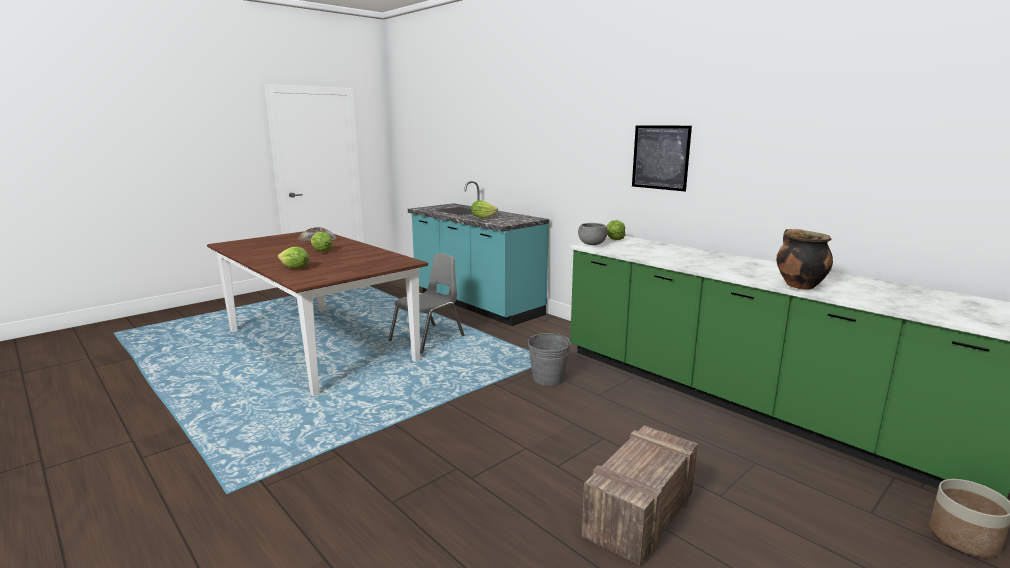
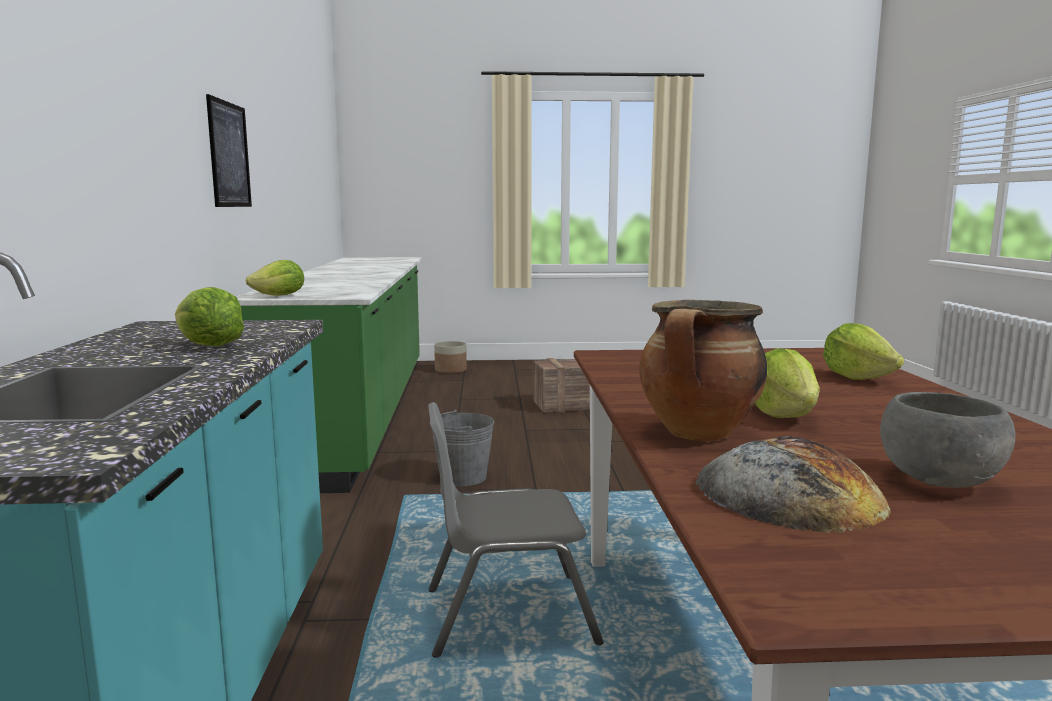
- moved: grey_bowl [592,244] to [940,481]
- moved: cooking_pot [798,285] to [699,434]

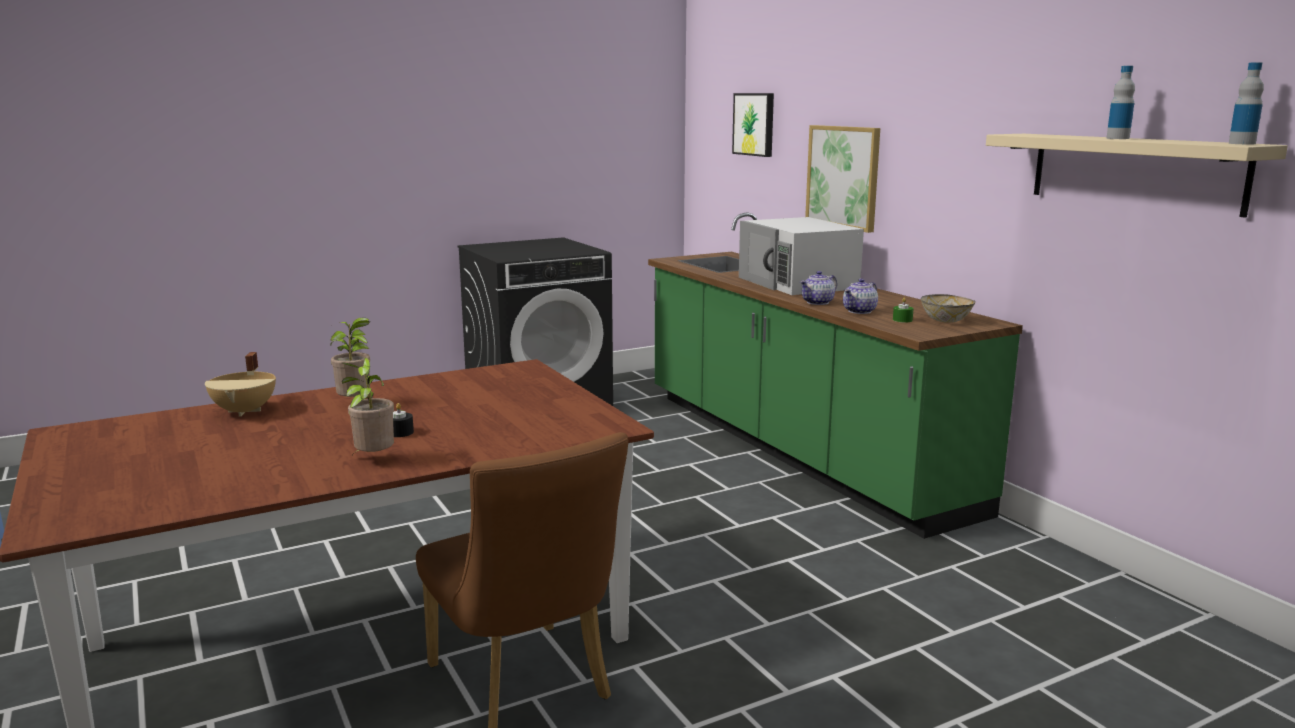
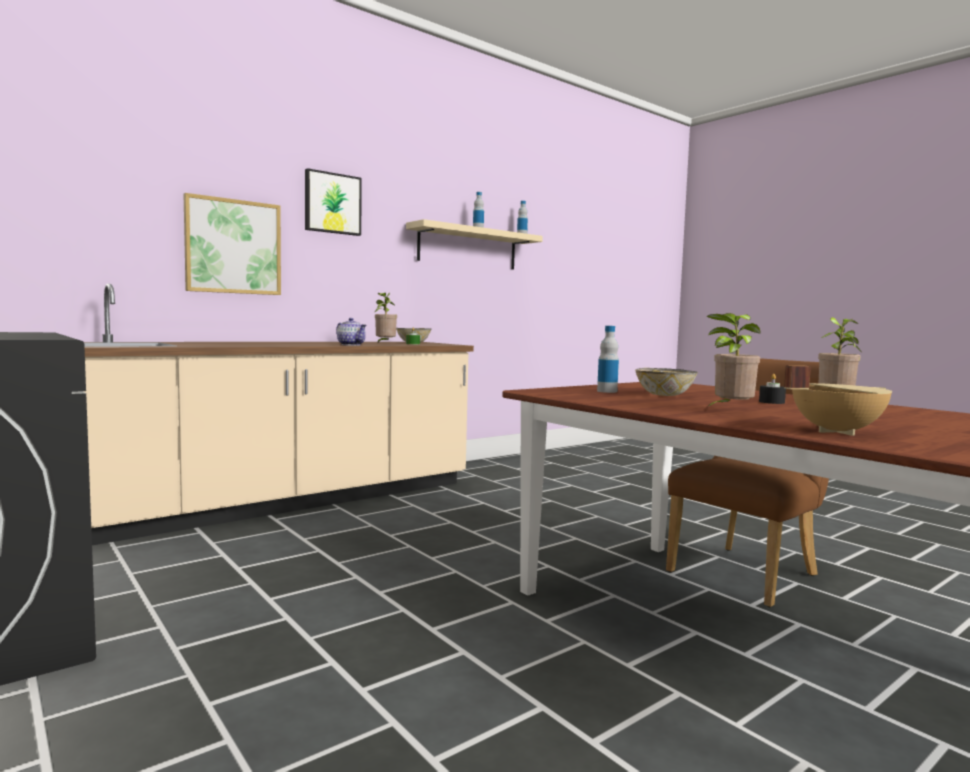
- moved: picture [755,124] to [332,203]
- recoloured: green_counter [796,450] to beige_counter [277,504]
- removed: white_microwave [798,283]
- replaced: teapot [860,311] to potted_plant [385,344]
- added: bottle [607,391]
- added: bowl [664,395]

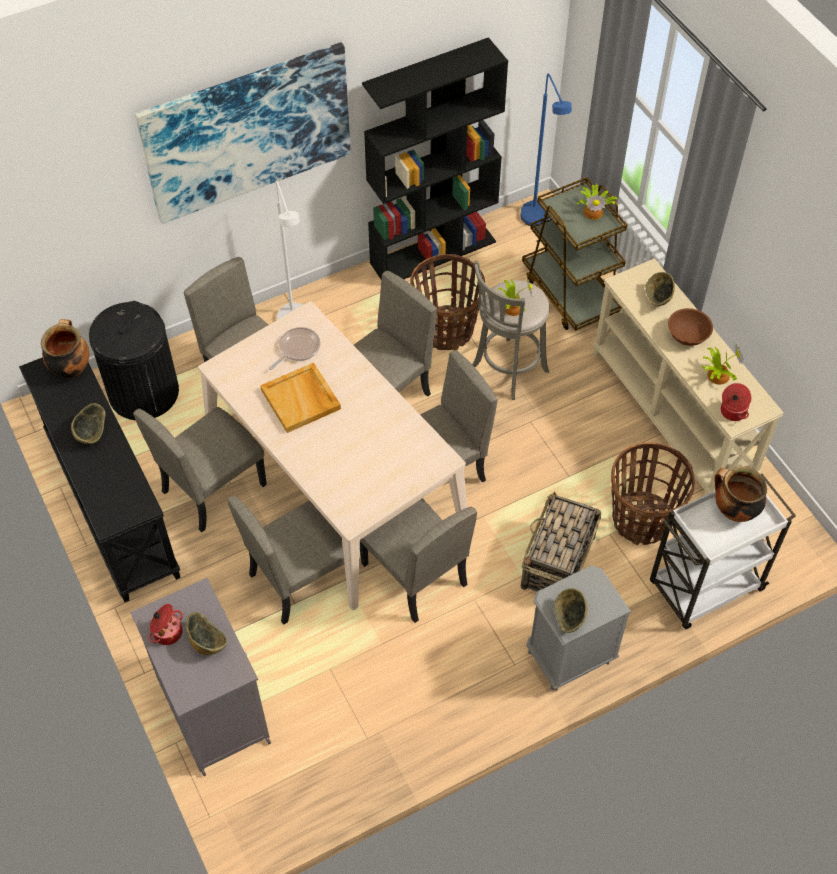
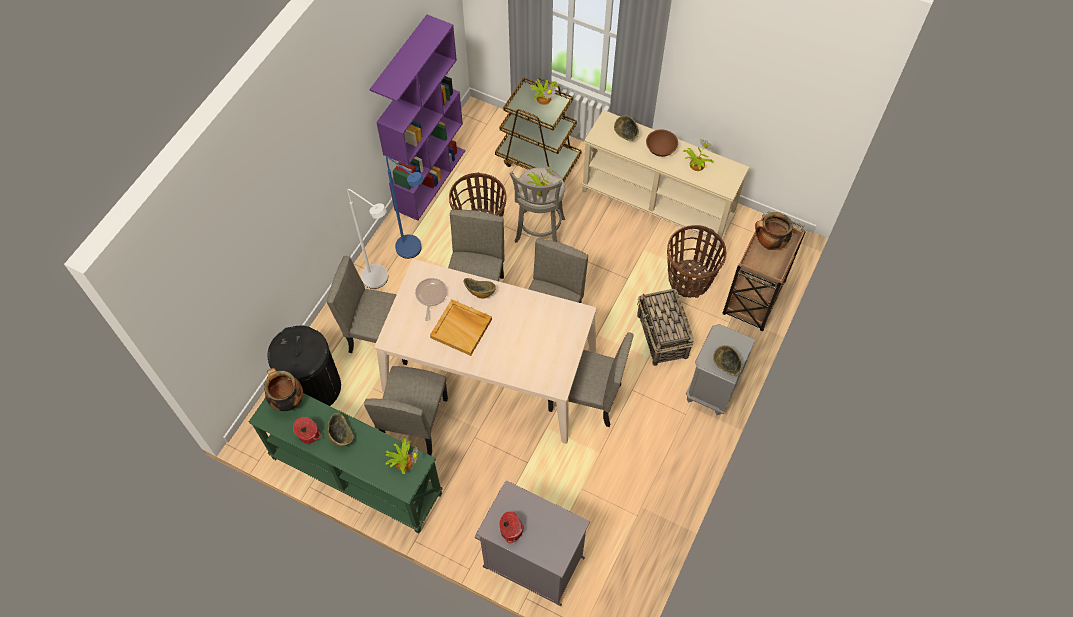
- recoloured: black_bookcase [433,251] to purple_bookcase [430,179]
- removed: picture [247,132]
- moved: blue_floor_lamp [539,222] to [414,251]
- recoloured: black_console_table [111,505] to green_console_table [355,476]
- moved: cooking_pot [732,411] to [308,435]
- recoloured: white_cart [704,587] to brown_cart [753,299]
- removed: beige_chair [302,577]
- moved: bowl [207,642] to [480,292]
- added: potted_plant [404,461]

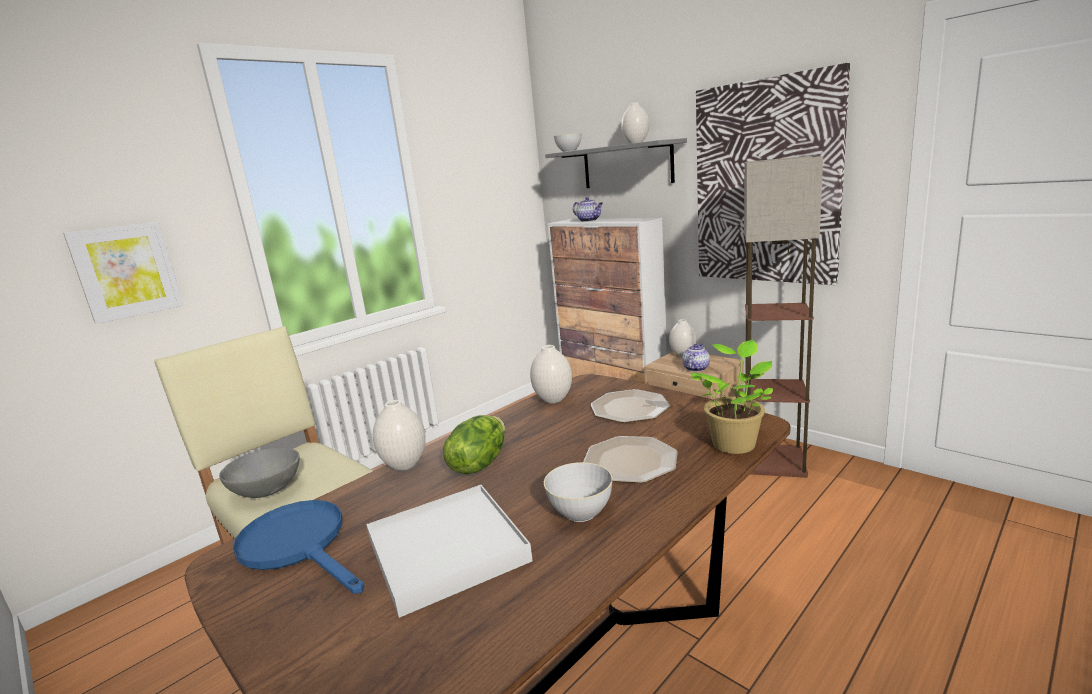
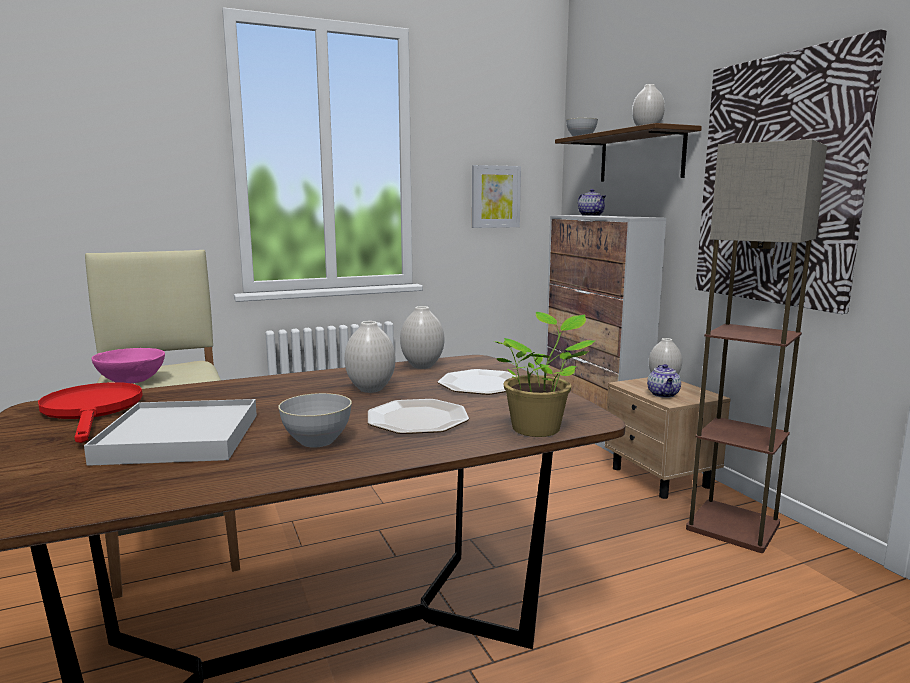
- recoloured: grey_shelf [627,165] to brown_shelf [641,157]
- moved: picture [126,271] to [495,196]
- turned: teapot [696,368] = [663,395] 135 degrees clockwise
- moved: white_vase [404,465] to [371,389]
- removed: lettuce [479,463]
- recoloured: grey_bowl [267,490] to pink_bowl [132,380]
- recoloured: blue_frying_pan [300,546] to red_frying_pan [92,411]

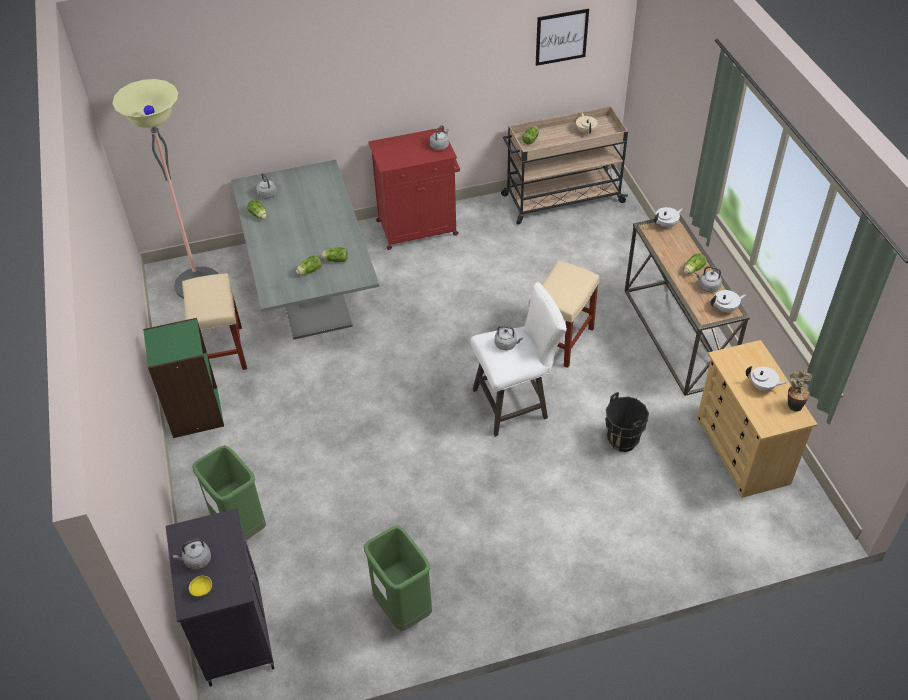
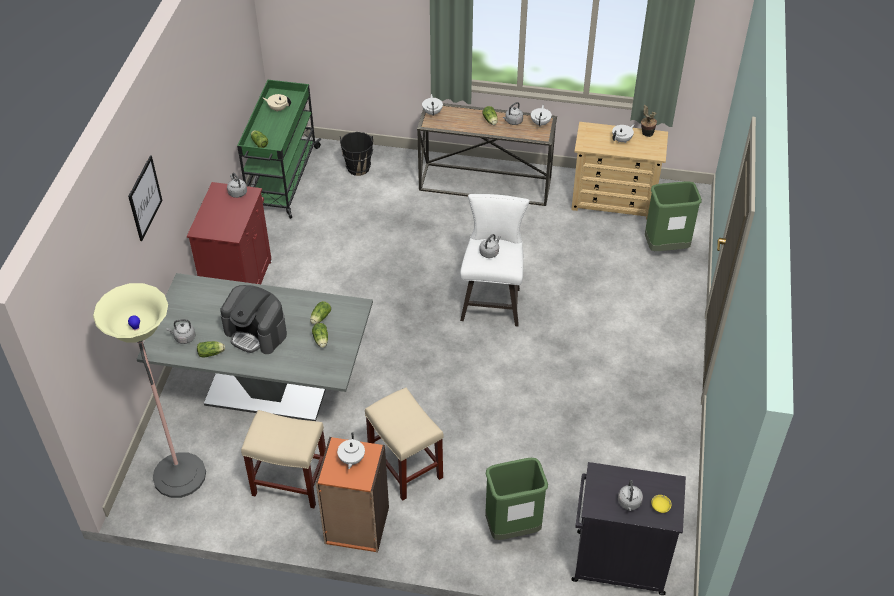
- moved: picture [561,37] to [145,198]
- recoloured: beige_cart [561,199] to green_cart [282,180]
- moved: beige_stool [560,340] to [406,467]
- recoloured: green_bookcase [194,412] to orange_bookcase [356,526]
- moved: black_bucket [623,440] to [358,168]
- moved: green_trash_can [403,608] to [666,247]
- added: coffee_machine [256,333]
- added: white_teapot [351,459]

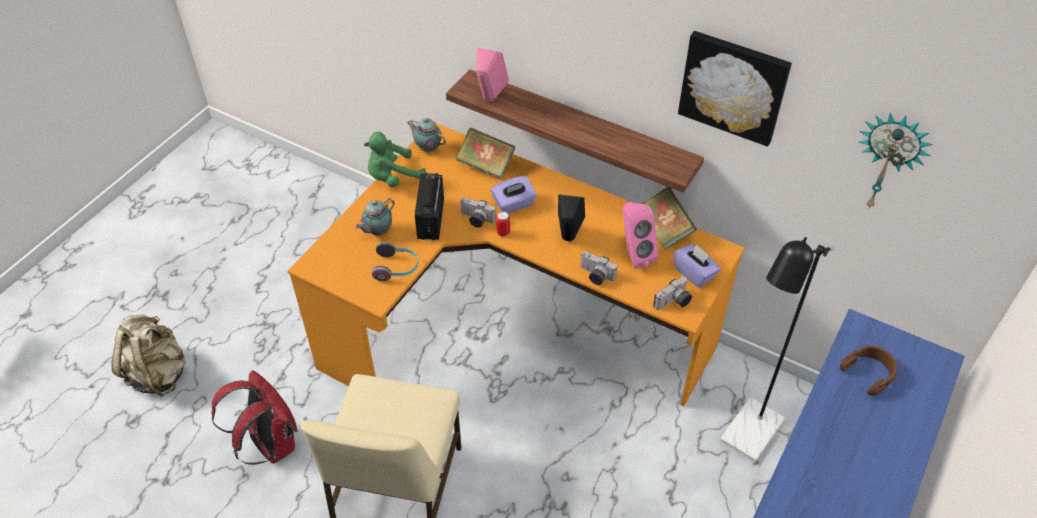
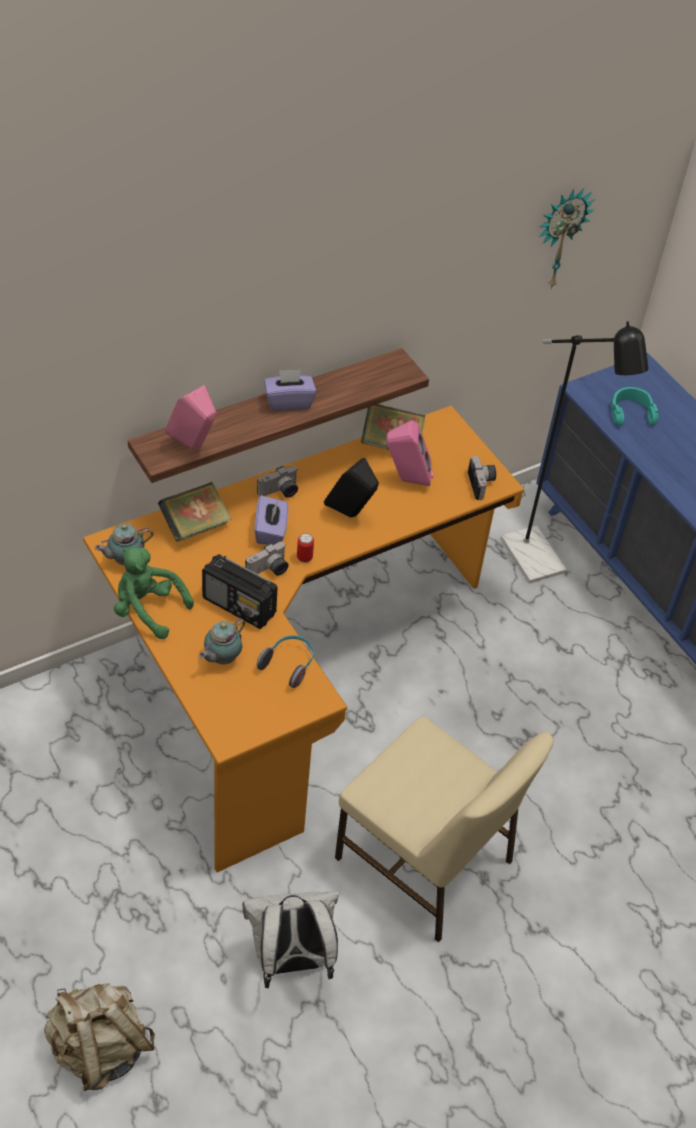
- removed: picture [733,86]
- turned: green_plush_toy [393,177] = [147,609] 120 degrees clockwise
- turned: teapot [377,231] = [221,658] 60 degrees clockwise
- moved: purple_tissue_box [694,273] to [289,402]
- moved: photo_camera [595,276] to [280,492]
- recoloured: brown_headphones [869,373] to turquoise_headphones [631,413]
- recoloured: red_backpack [269,444] to white_backpack [291,961]

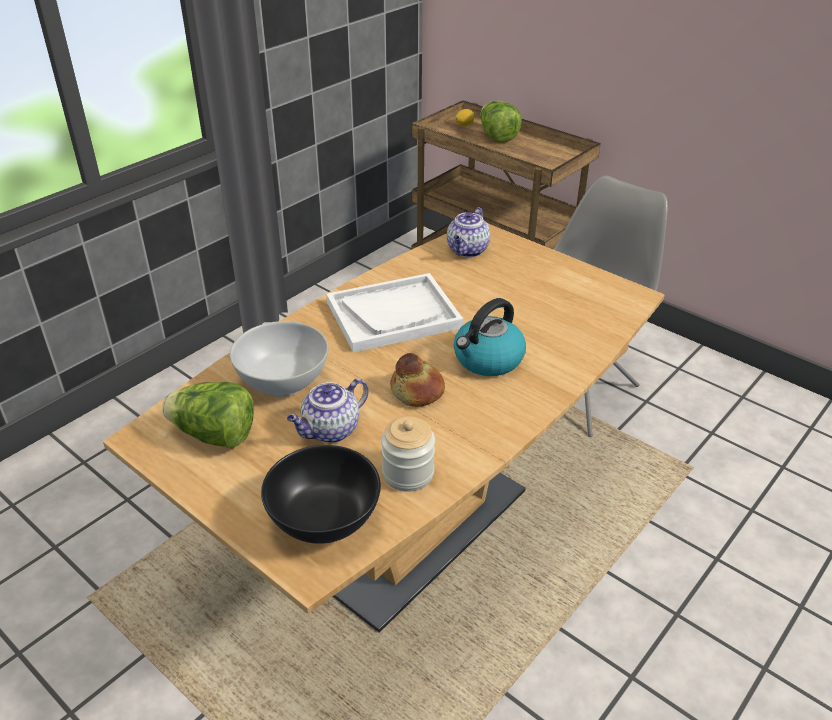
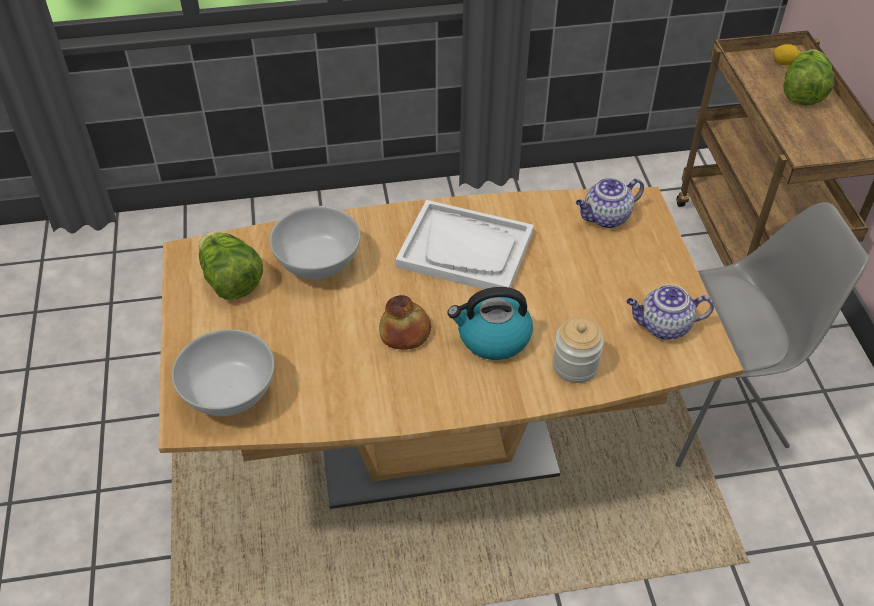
- moved: teapot [330,431] to [663,326]
- moved: jar [408,473] to [575,365]
- recoloured: black_bowl [324,522] to white_bowl [229,395]

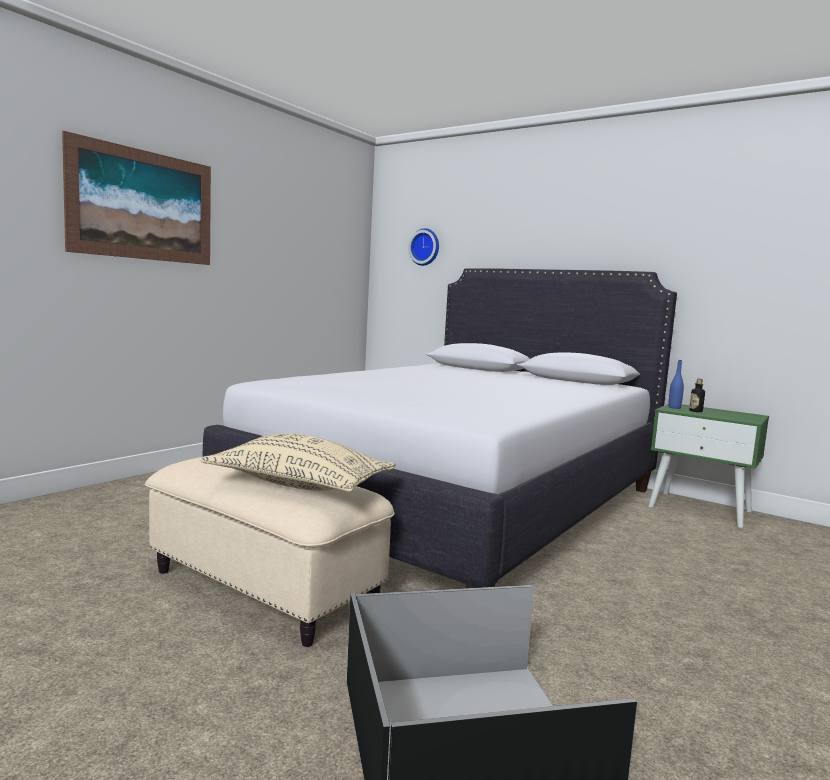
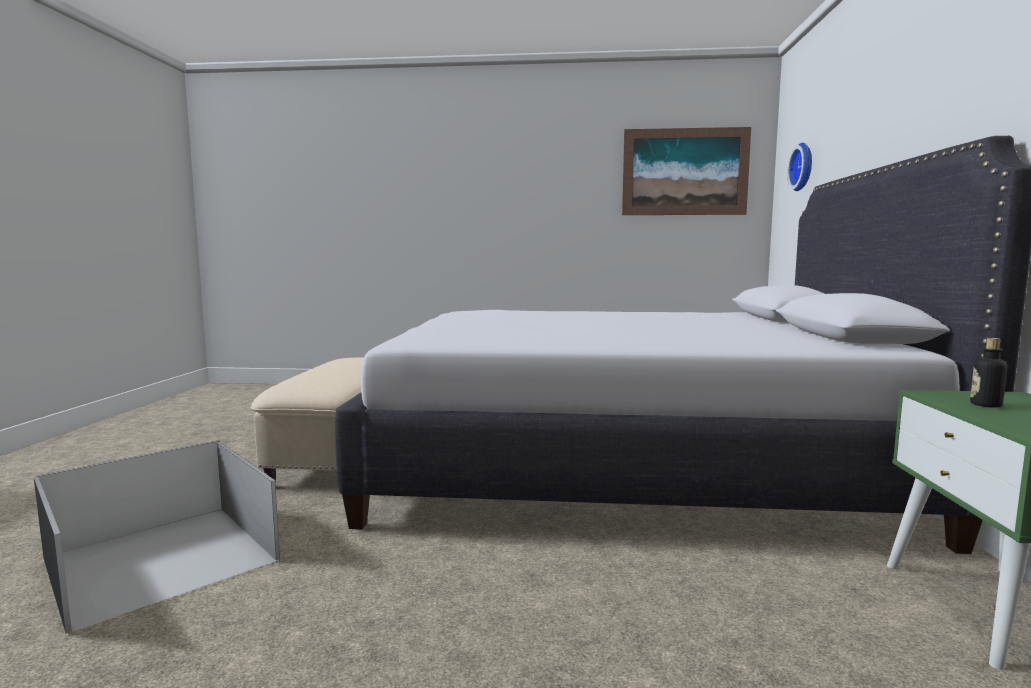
- moved: picture [143,205] to [685,172]
- removed: blue_bottle [674,407]
- removed: beige_pillow [299,485]

